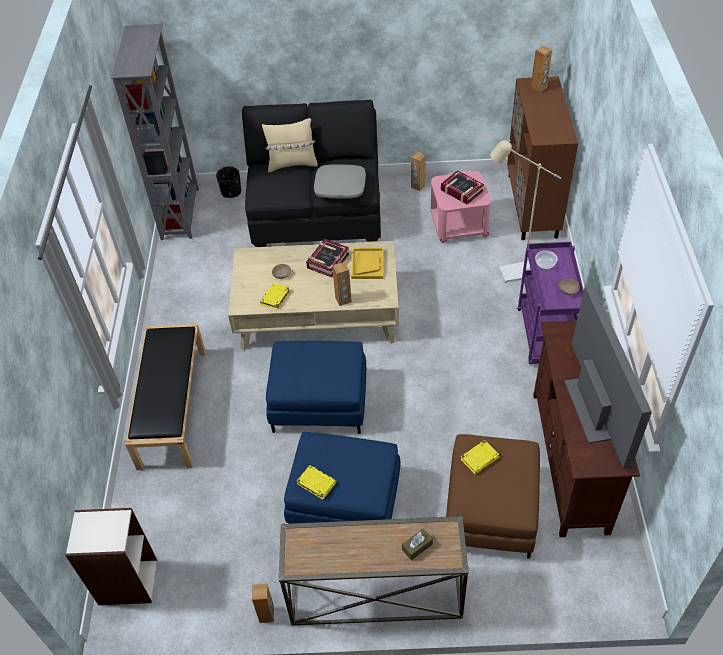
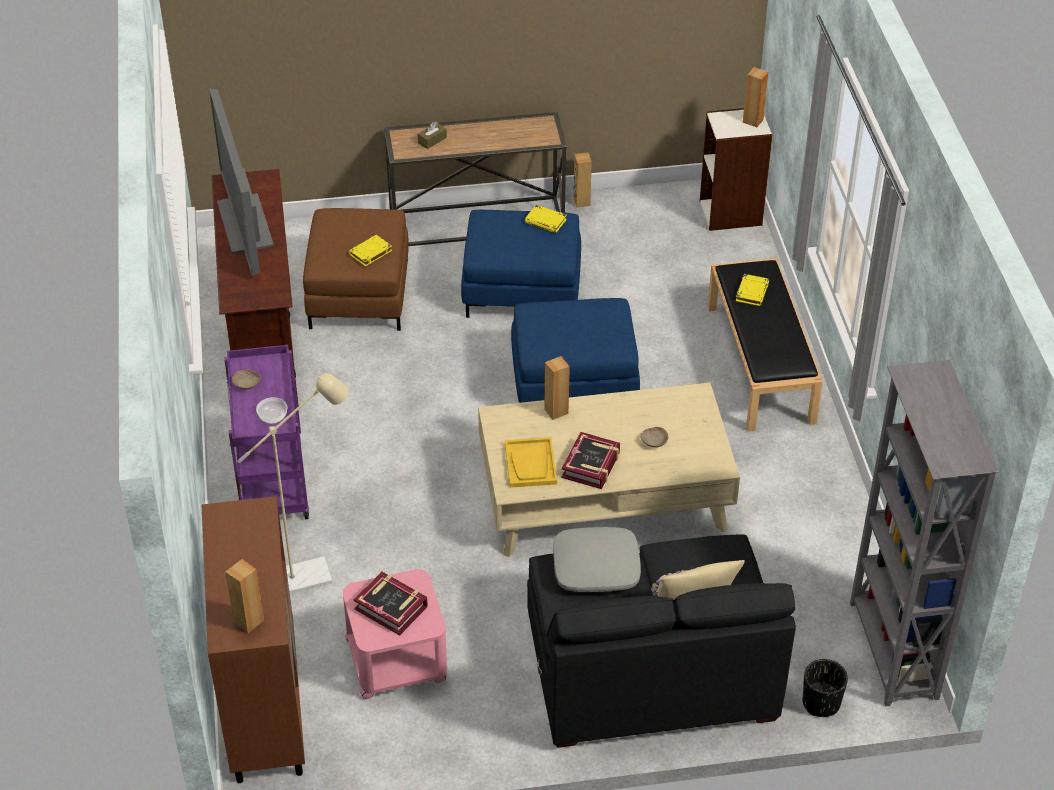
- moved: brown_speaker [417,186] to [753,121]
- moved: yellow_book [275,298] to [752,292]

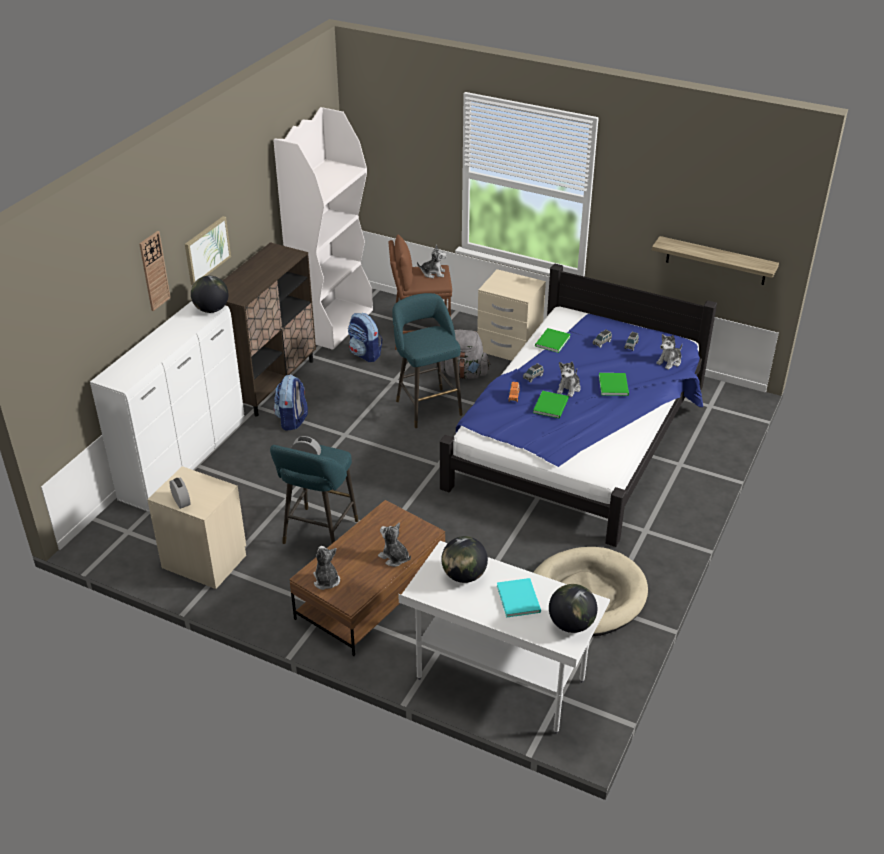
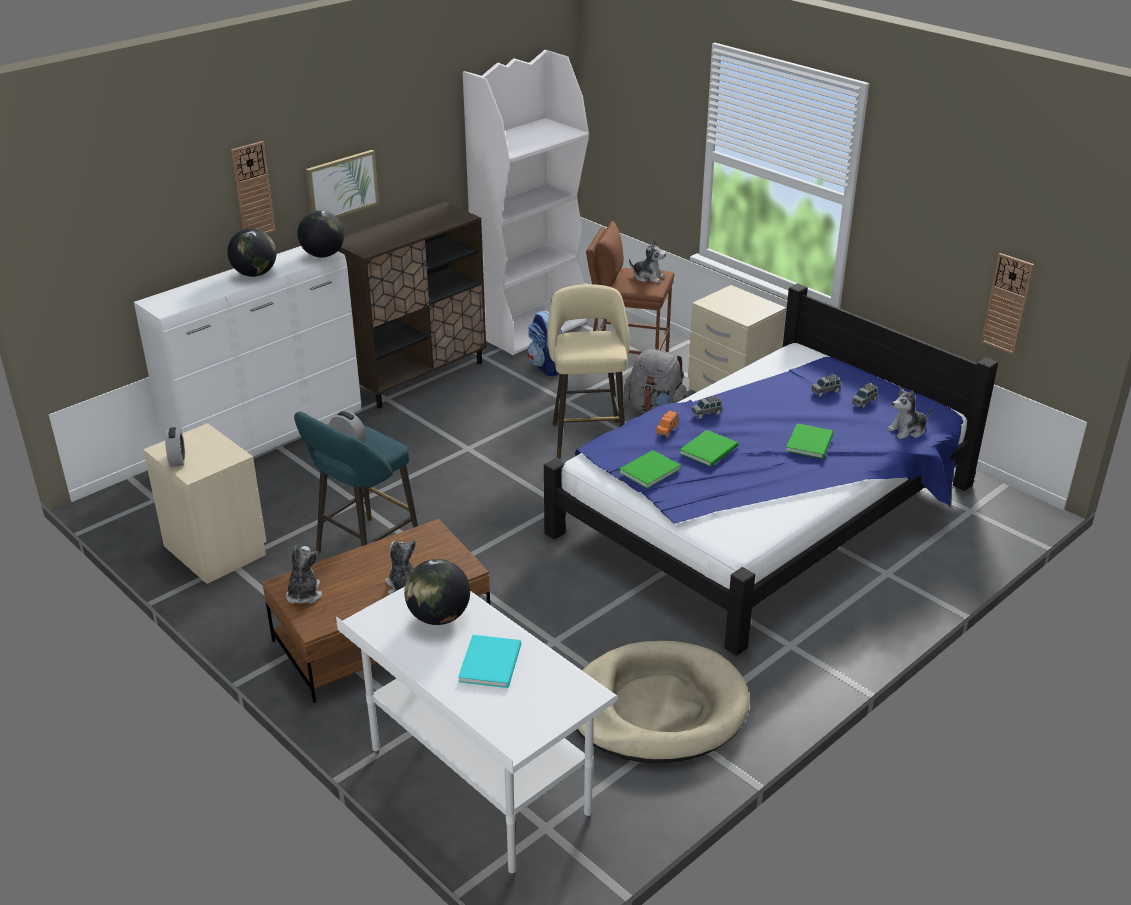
- replaced: shelf [716,261] to wall_clock [1007,303]
- recoloured: turquoise_stool [427,405] to beige_stool [588,436]
- moved: green_book [551,341] to [647,470]
- removed: plush_toy [569,388]
- removed: backpack [292,420]
- moved: globe [571,624] to [255,274]

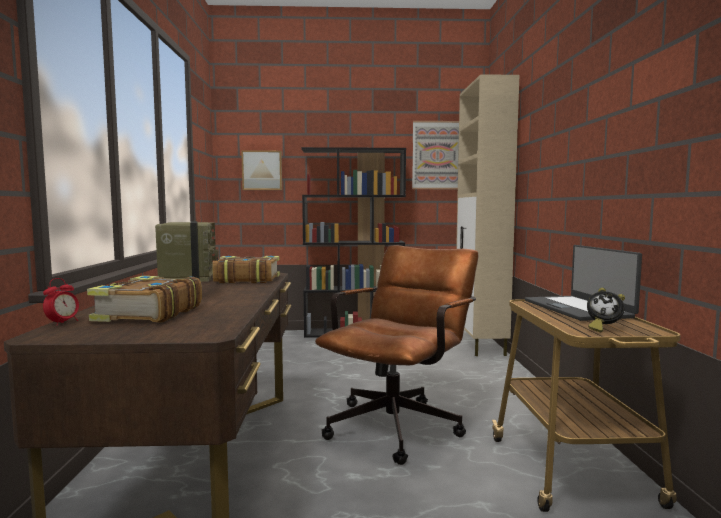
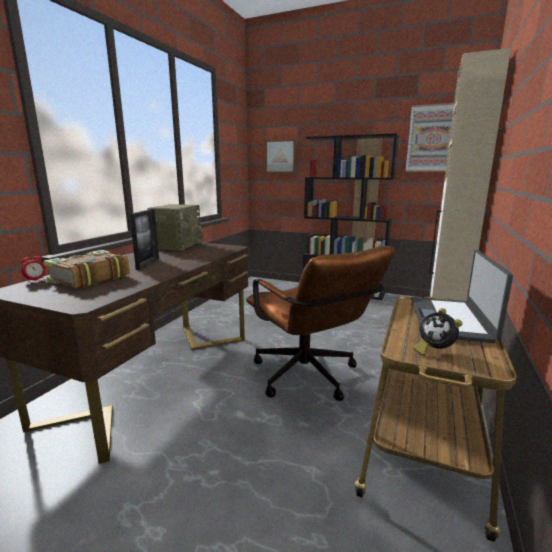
- turned: brown_office_chair [399,423] = [310,378] 90 degrees clockwise
- removed: book [246,279]

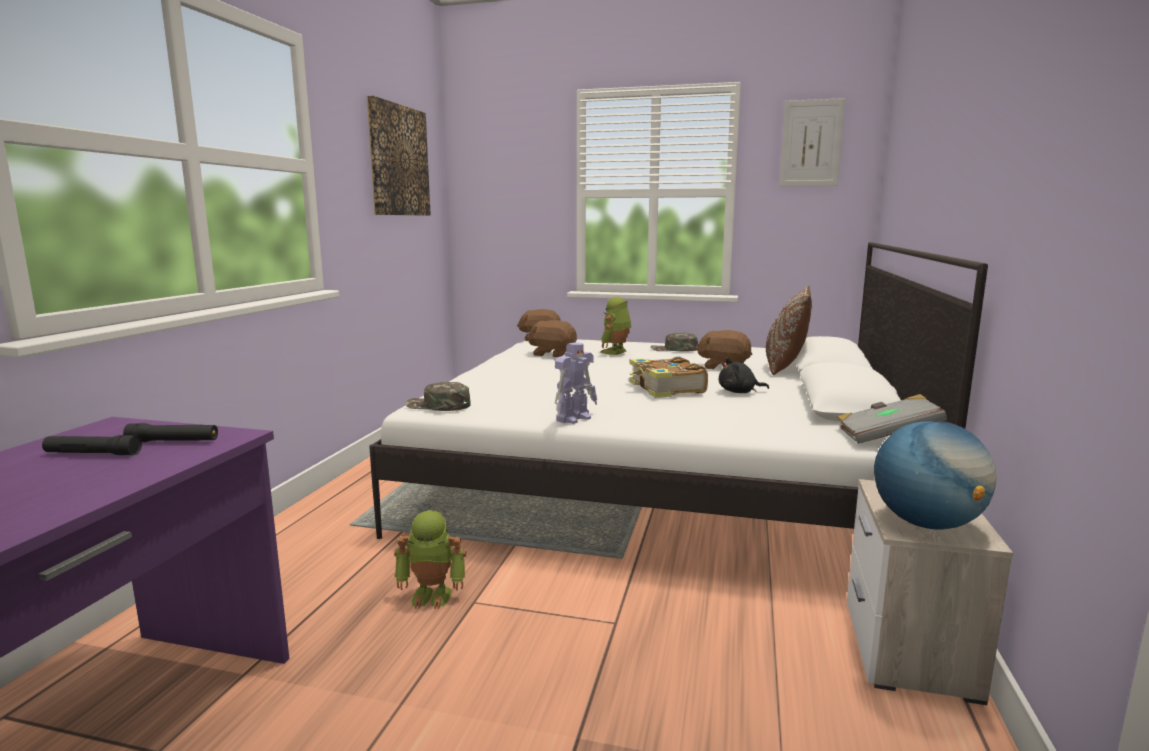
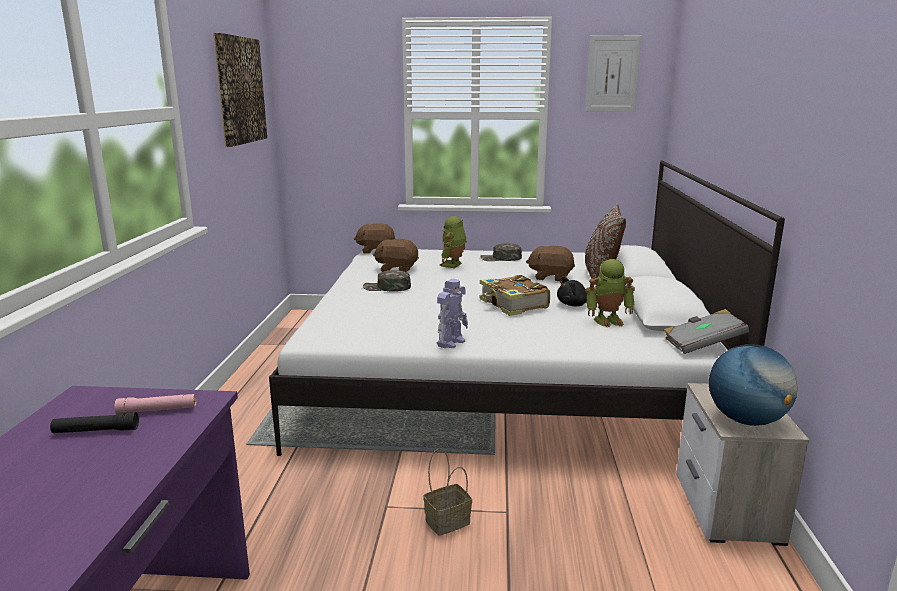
- moved: green_cap [438,406] to [387,287]
- recoloured: black_flashlight [173,441] to pink_flashlight [158,411]
- moved: toy_robot [432,595] to [608,320]
- added: basket [446,522]

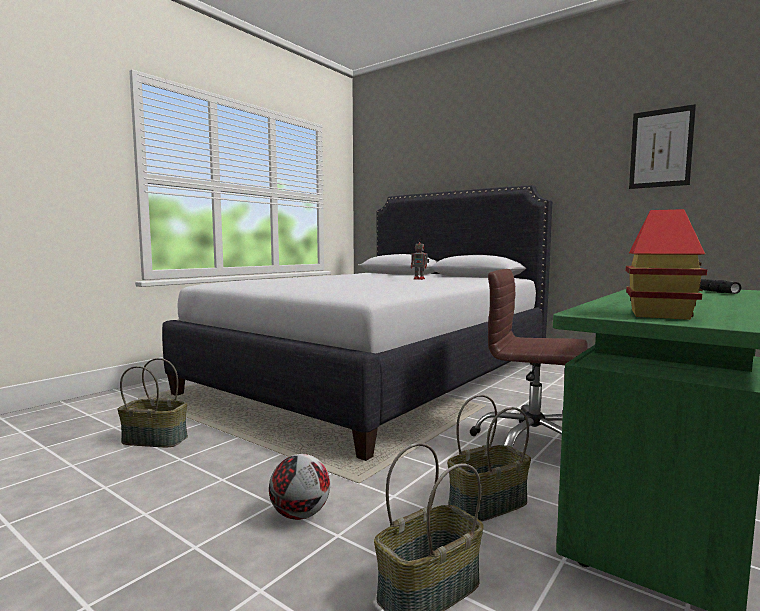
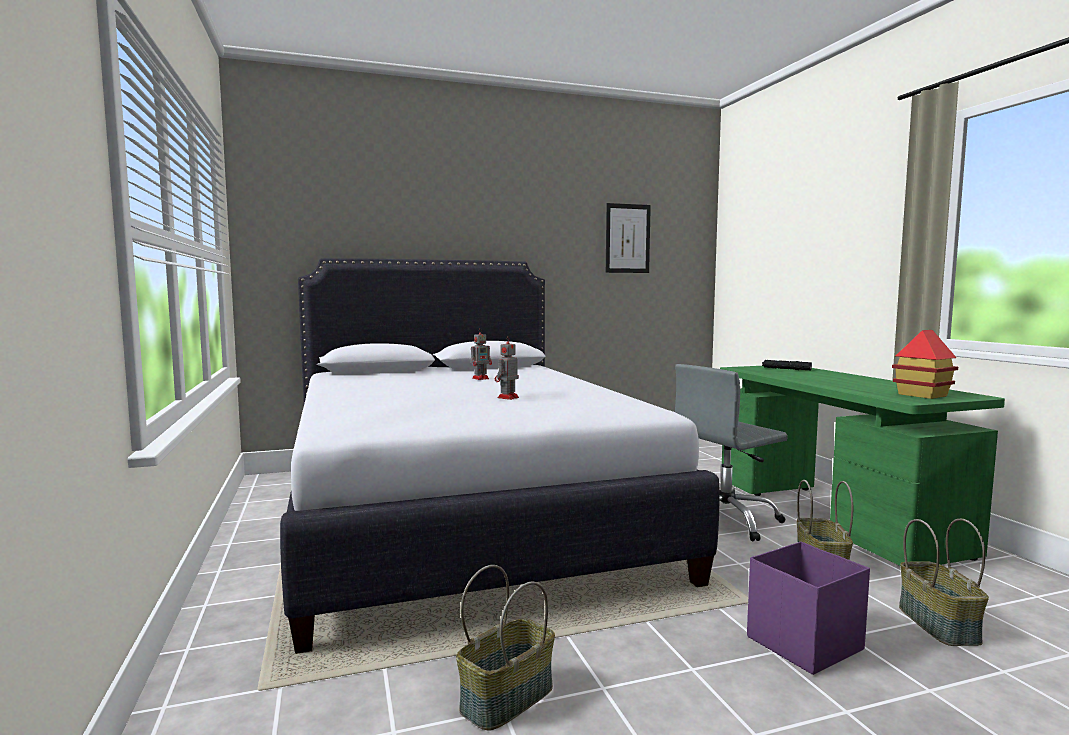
- recoloured: brown_office_chair [532,444] to grey_office_chair [725,520]
- replaced: football [299,514] to purple_storage_box [802,643]
- added: toy_robot [507,398]

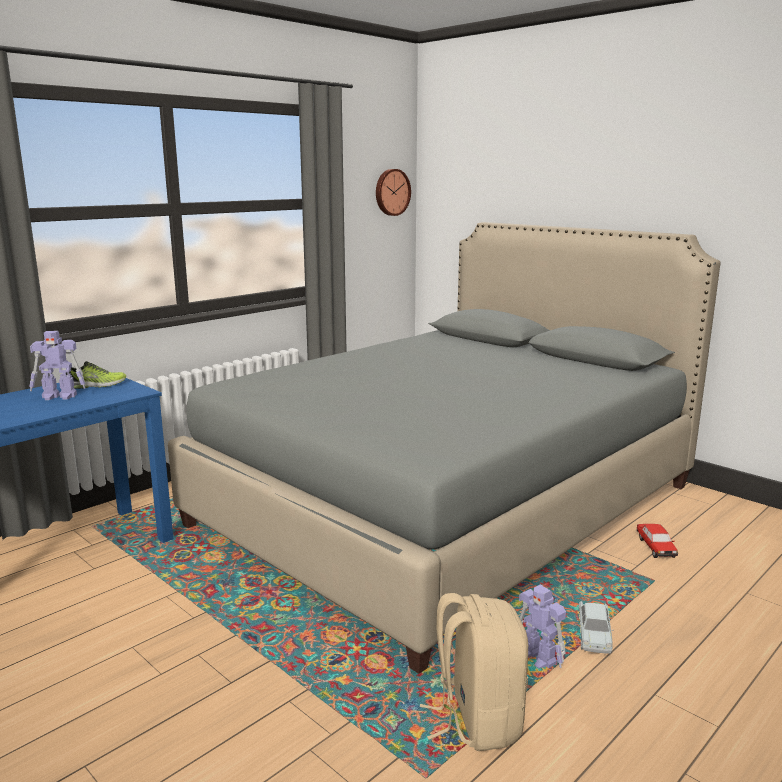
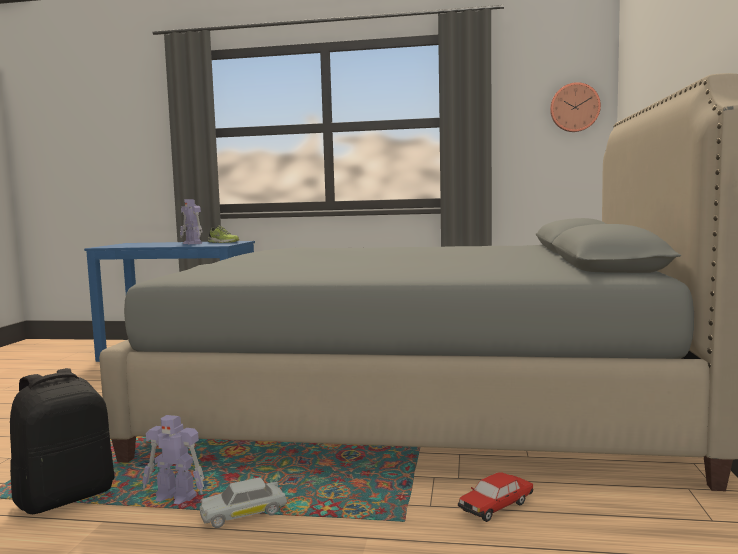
- turned: toy_robot [538,659] = [176,498] 90 degrees counterclockwise
- recoloured: beige_backpack [476,719] to black_backpack [66,496]

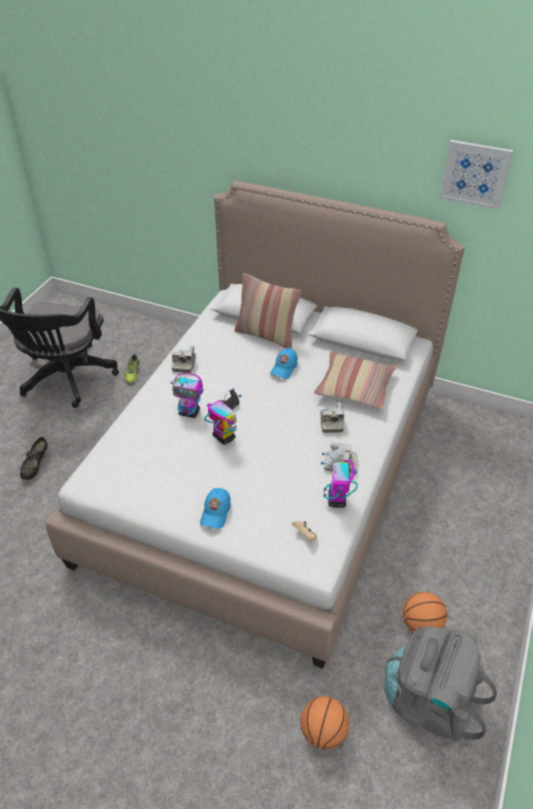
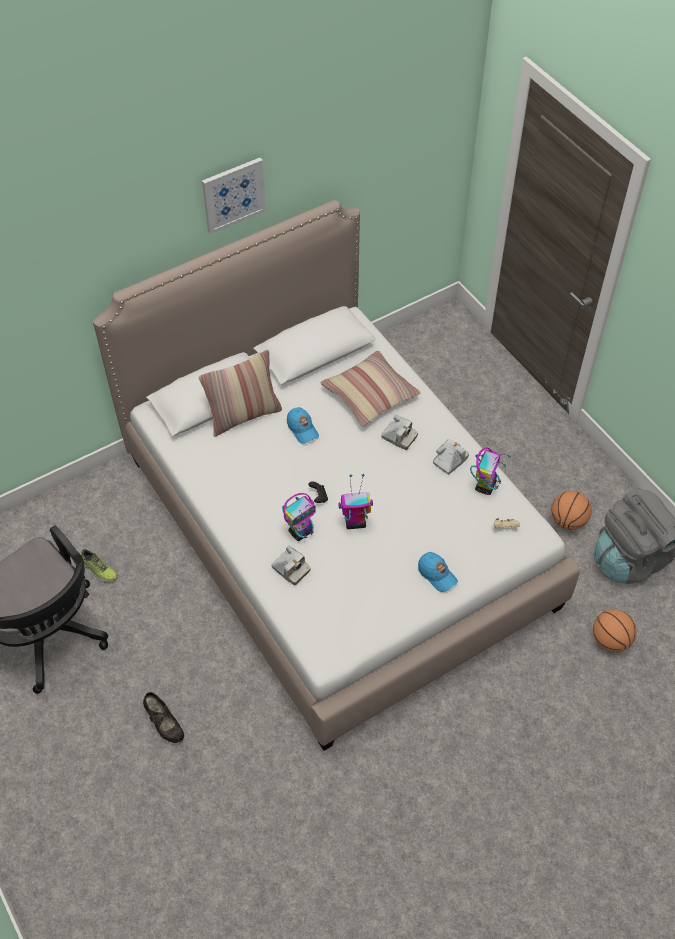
- moved: picture [475,174] to [233,194]
- moved: photo_camera [184,364] to [290,569]
- turned: toy_robot [337,500] = [485,486] 105 degrees counterclockwise

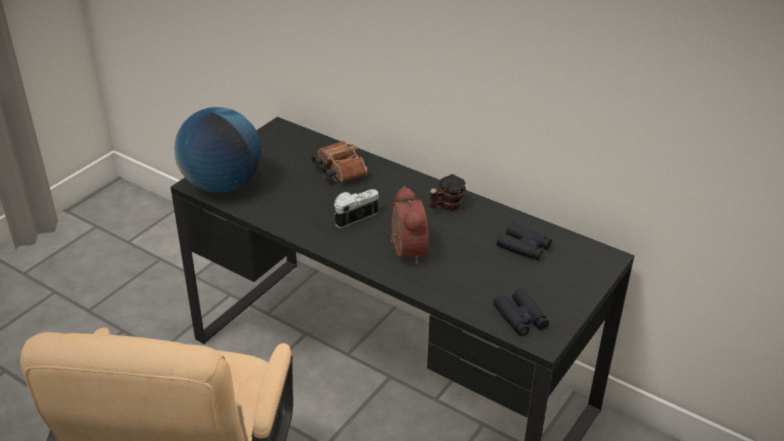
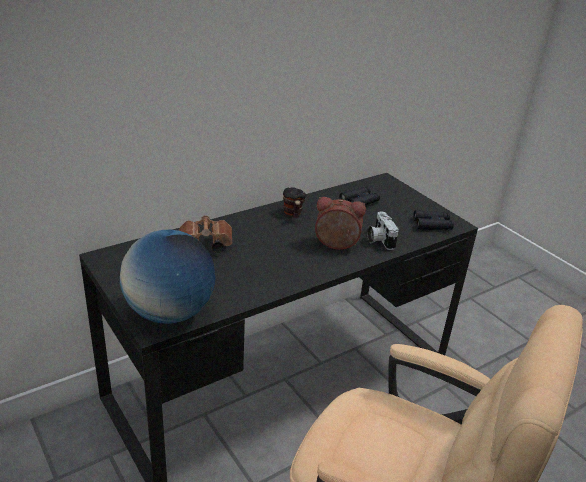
- moved: photo_camera [353,215] to [379,239]

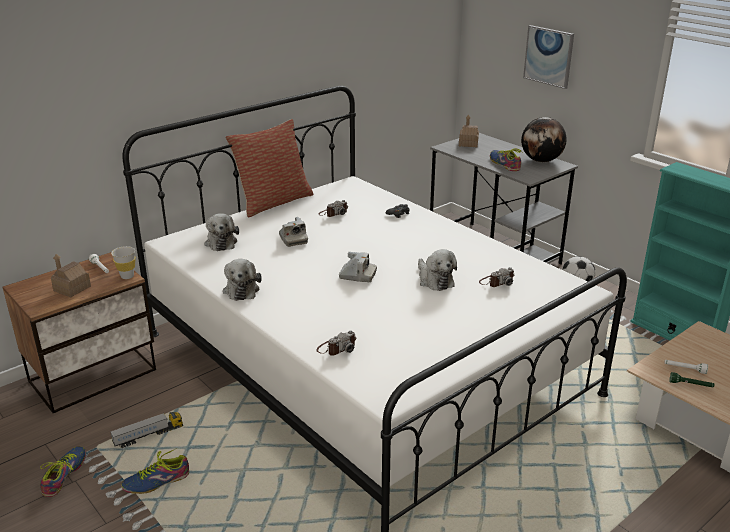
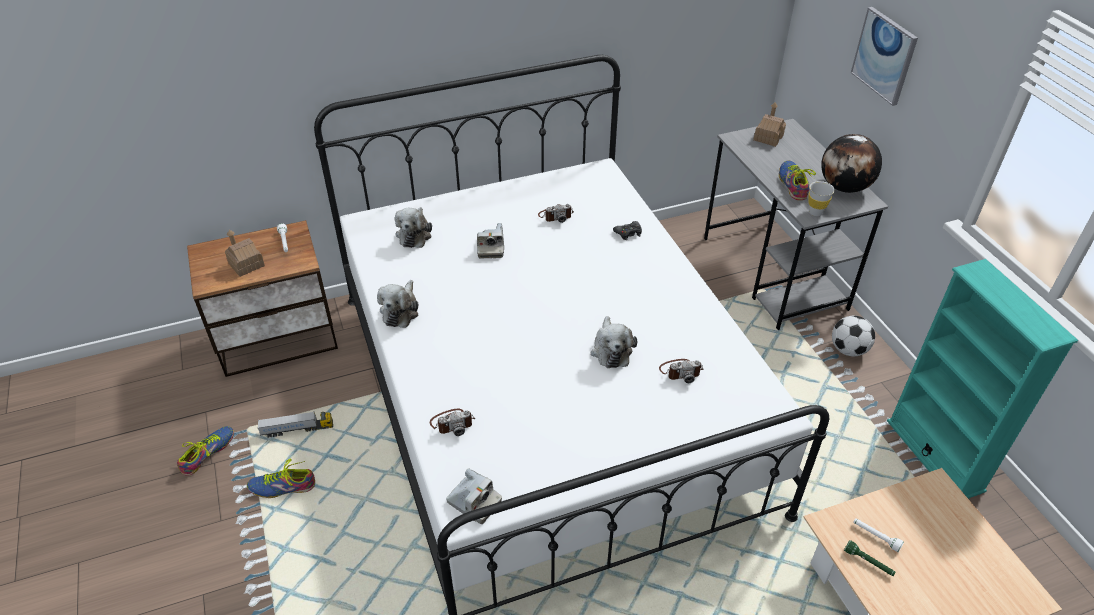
- removed: pillow [273,202]
- moved: white_cup [127,276] to [815,212]
- moved: photo_camera [357,275] to [474,503]

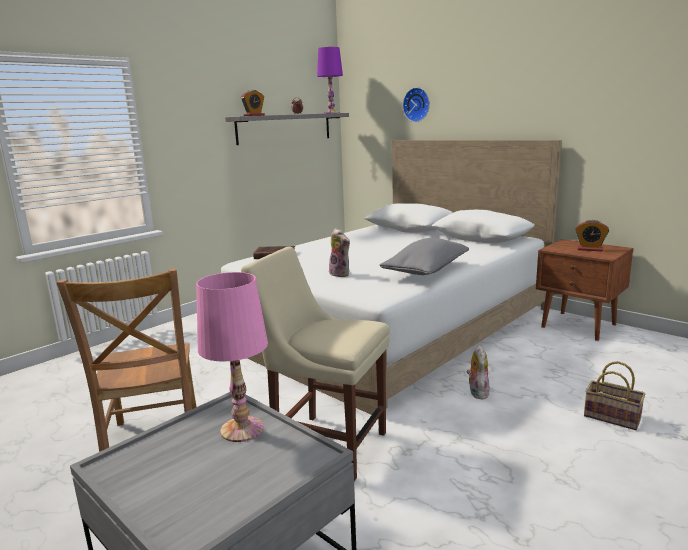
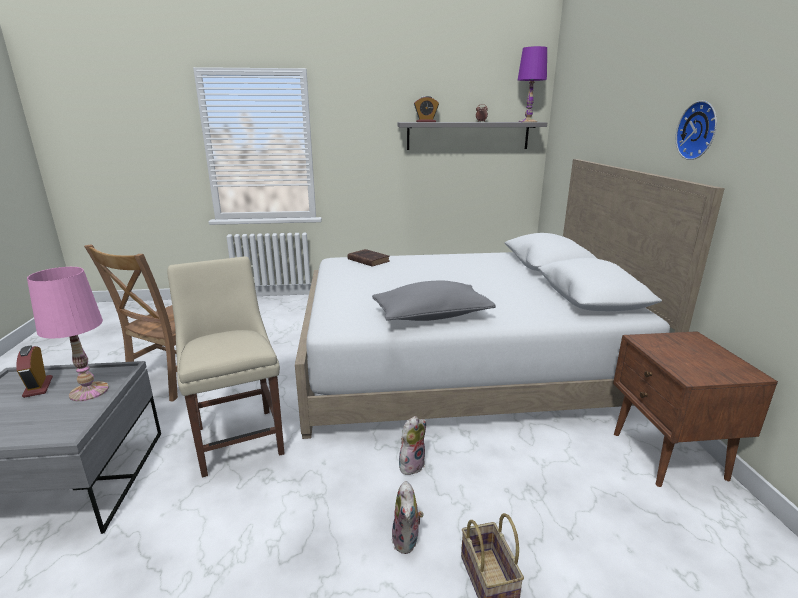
- moved: wall_clock [417,104] to [699,130]
- moved: alarm_clock [590,249] to [38,387]
- moved: plush_toy [341,274] to [407,541]

